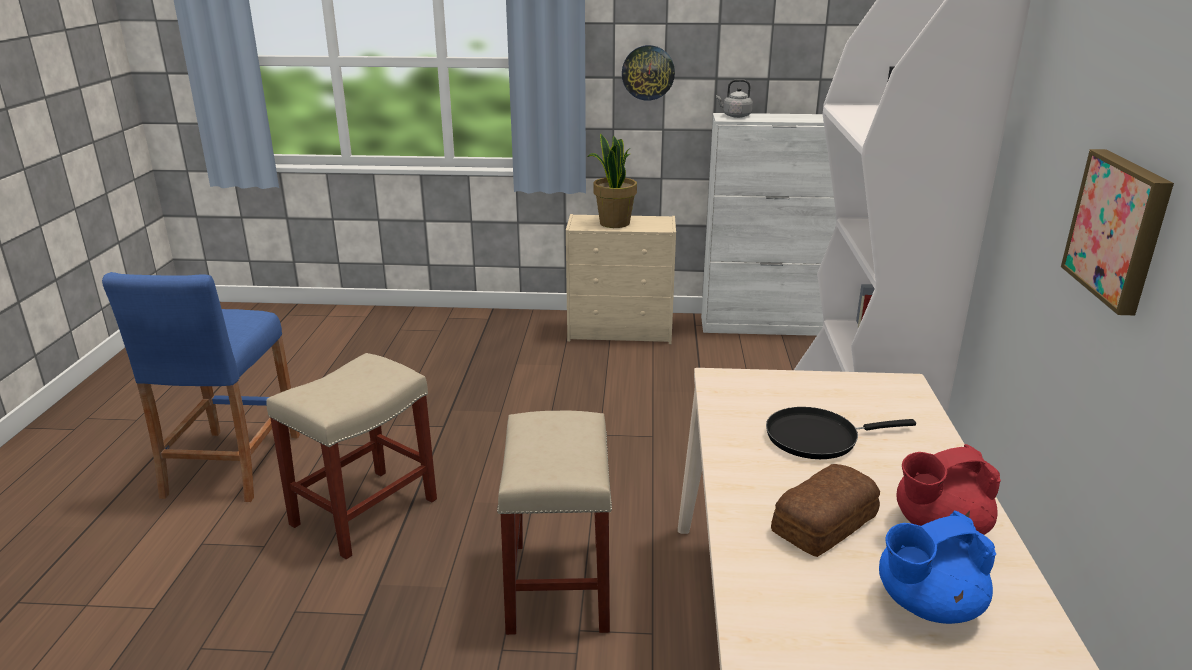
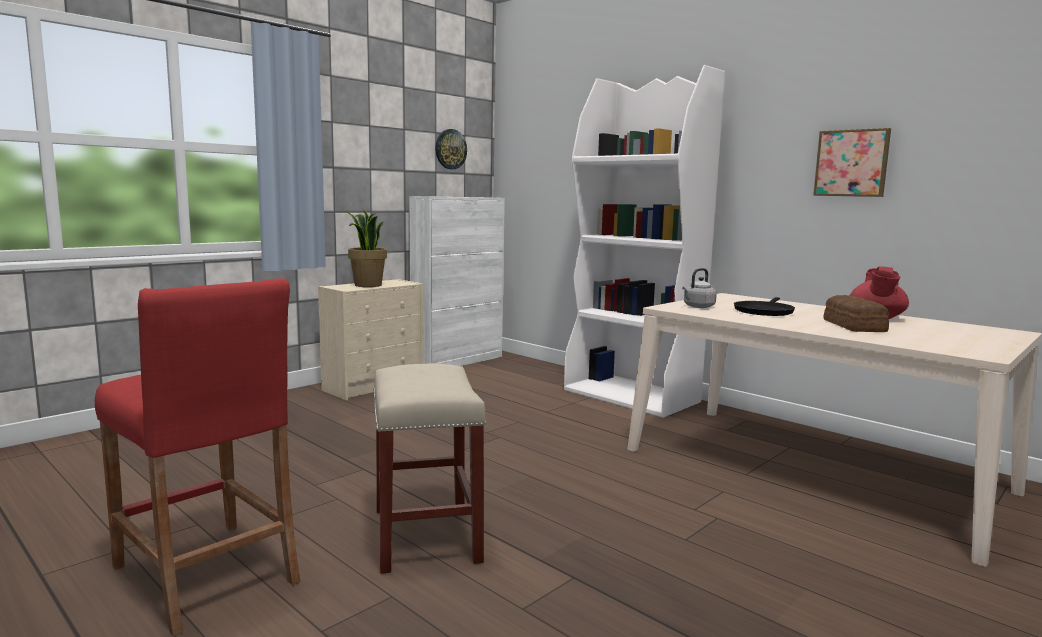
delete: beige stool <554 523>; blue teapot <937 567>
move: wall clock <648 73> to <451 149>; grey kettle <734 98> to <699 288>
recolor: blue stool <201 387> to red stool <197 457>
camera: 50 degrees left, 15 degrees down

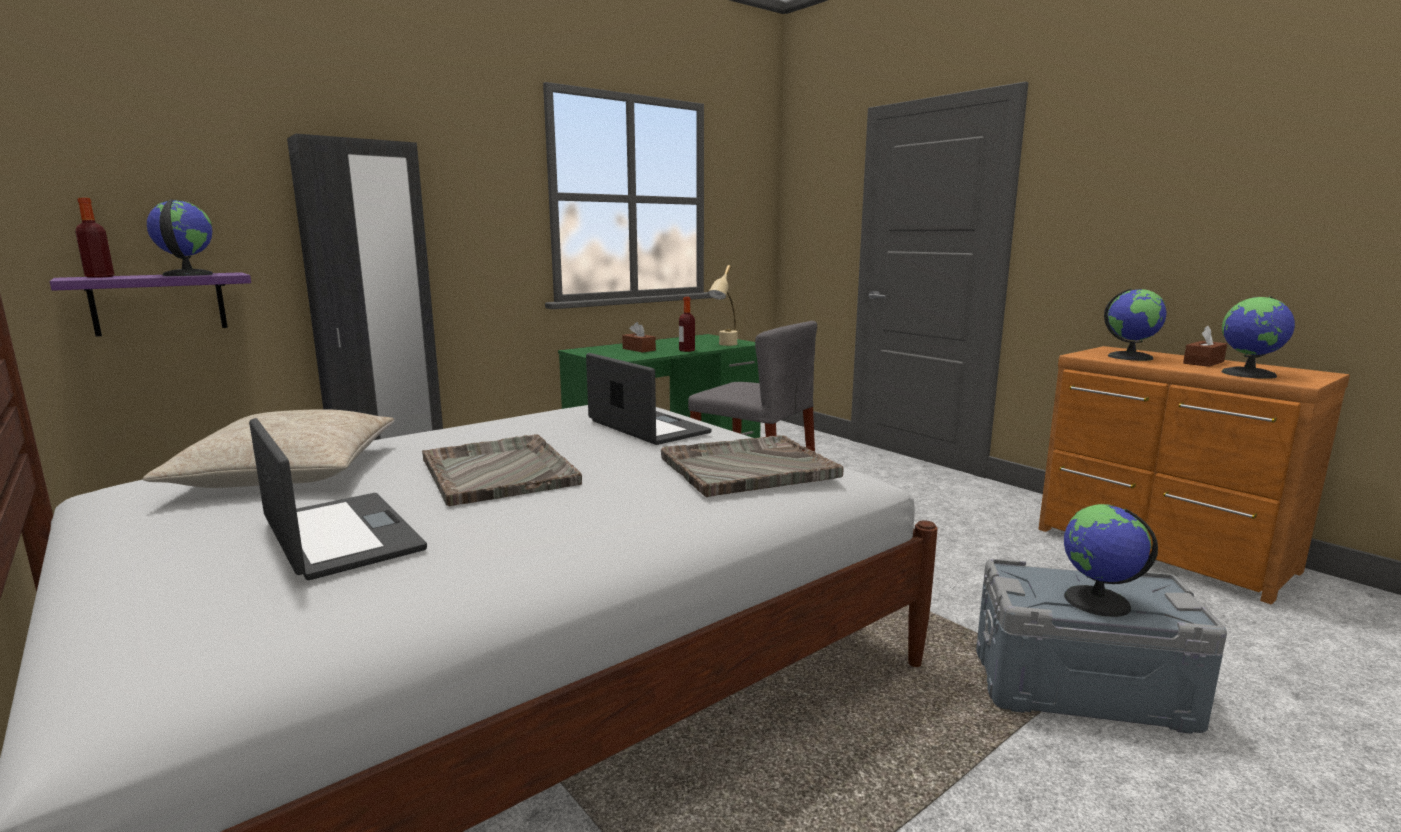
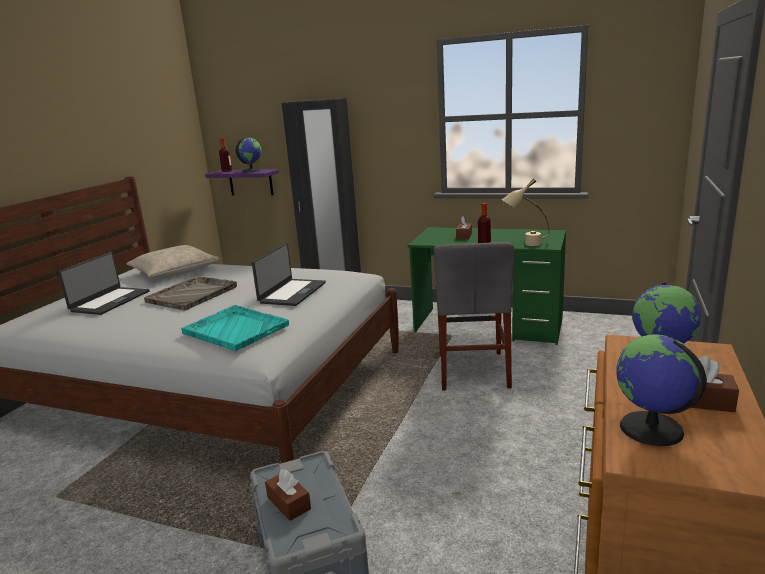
replace: globe <1111 560> to brown tissue box <288 495>
recolor: grey tray <752 466> to turquoise tray <235 328>
camera: 60 degrees right, 5 degrees up

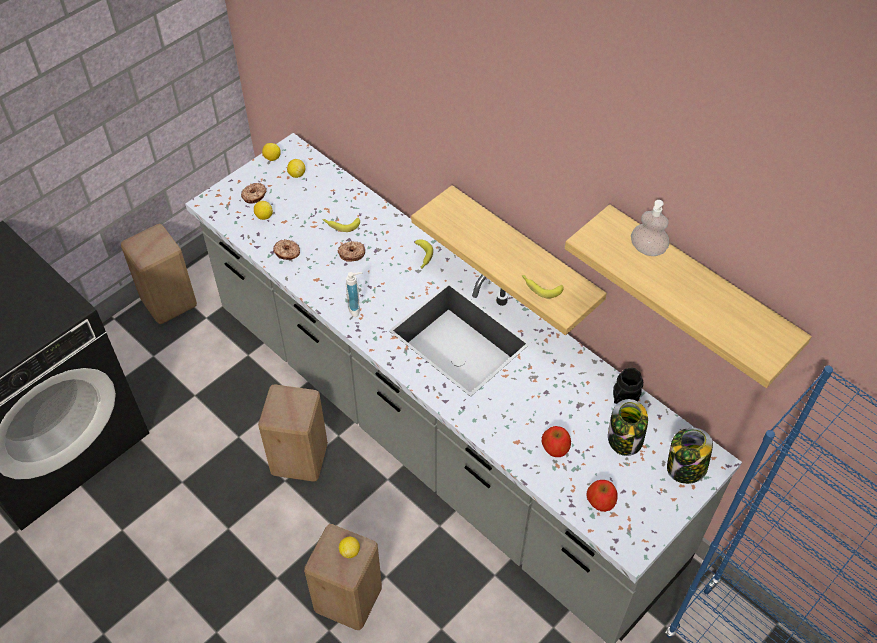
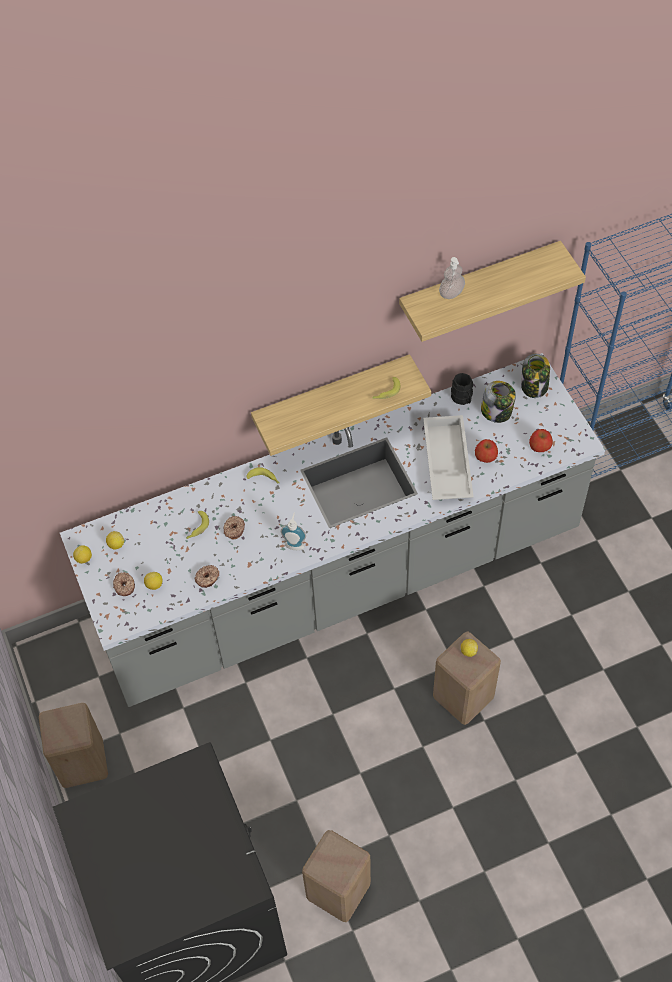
insert: white tray <448 457>
move: beige stool <293 433> to <336 876>
camera: 65 degrees left, 5 degrees up

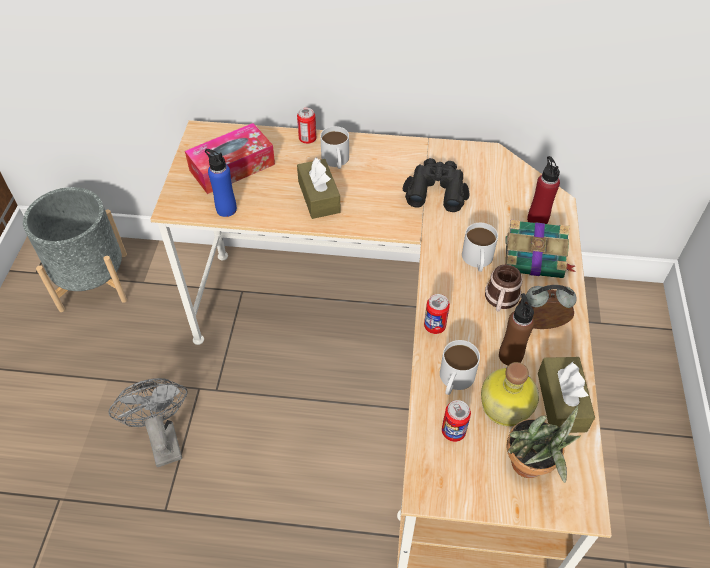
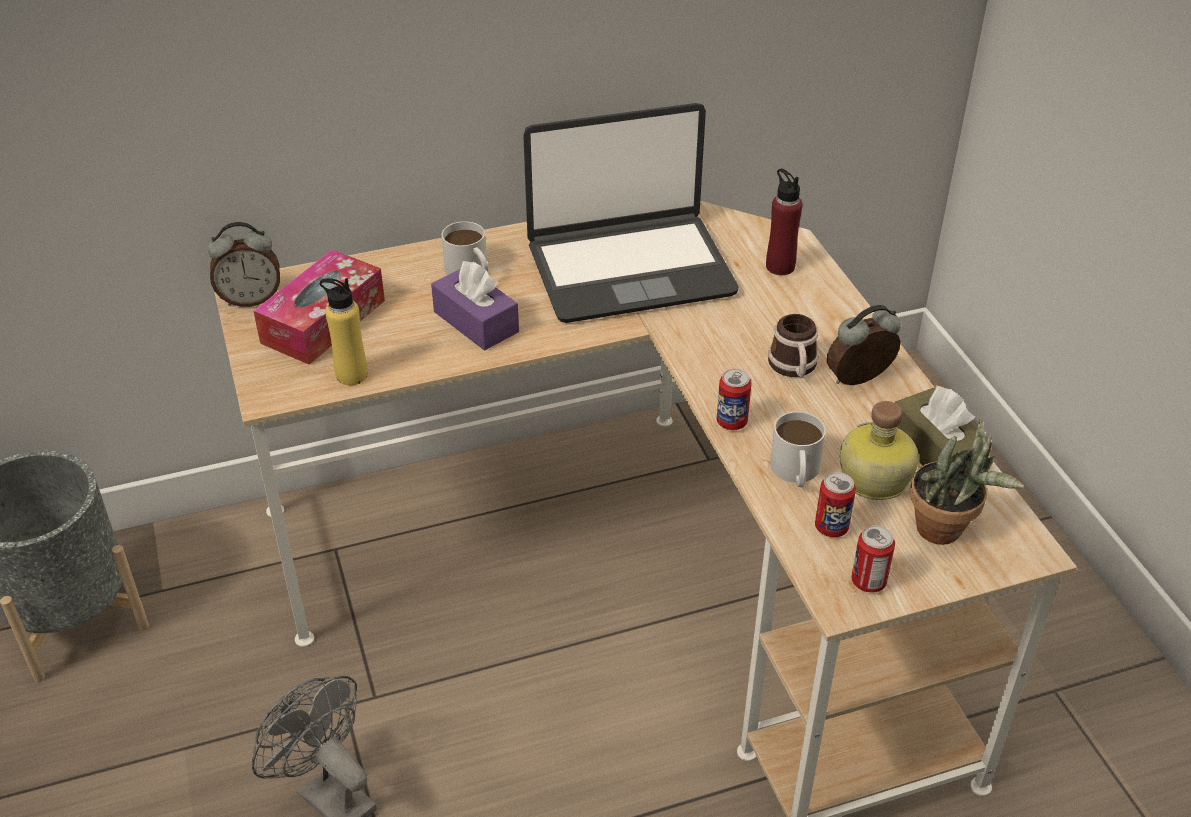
delete: white mug <480 247>; brown bottle <517 329>; book <540 249>
insert: alarm clock <244 264>
move: can <306 126> to <873 559>
replace: black binoculars <436 185> to laptop <630 213>
recolor: blue bottle <221 183> to yellow bottle <344 331>; brown tissue box <319 188> to purple tissue box <475 305>
camera: 25 degrees left, 10 degrees down

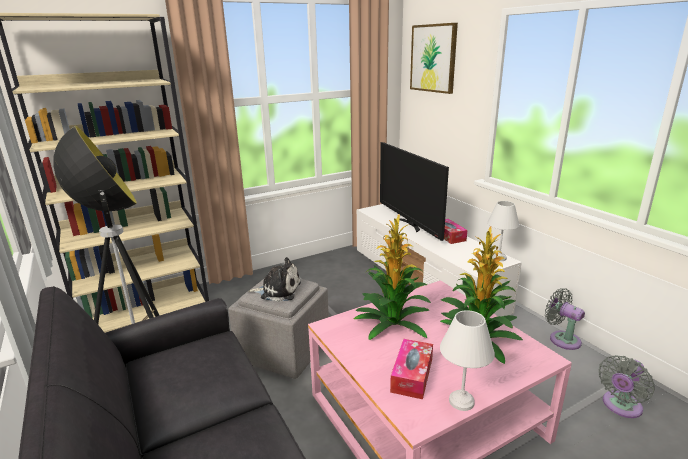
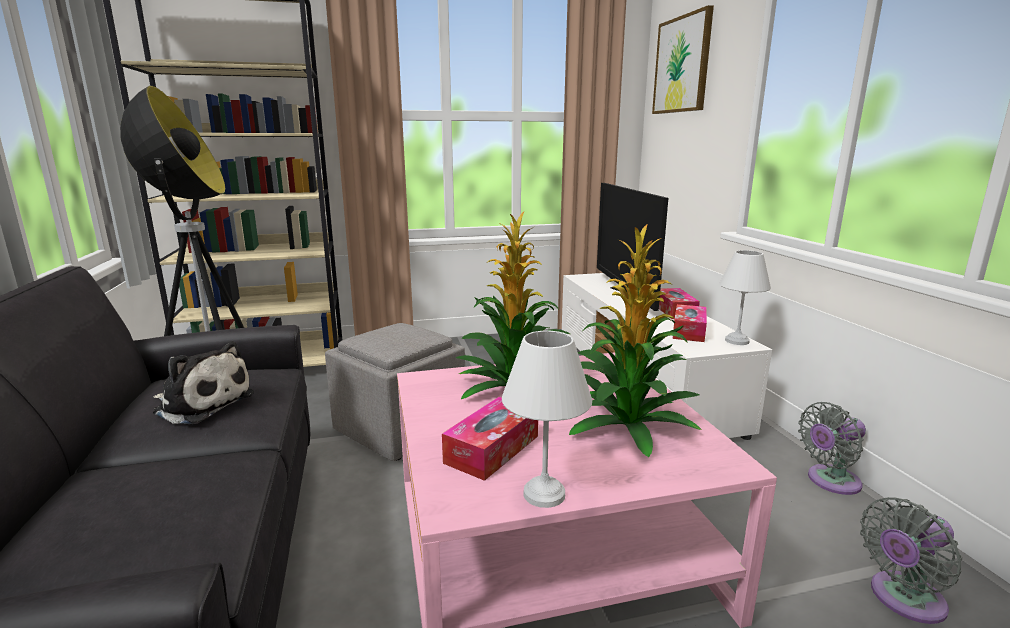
insert: tissue box <690 323>
move: plush toy <274 279> to <203 382>
rotate: grey fan <565 319> = <832 448> 90 degrees counterclockwise
camera: 15 degrees right, 5 degrees down

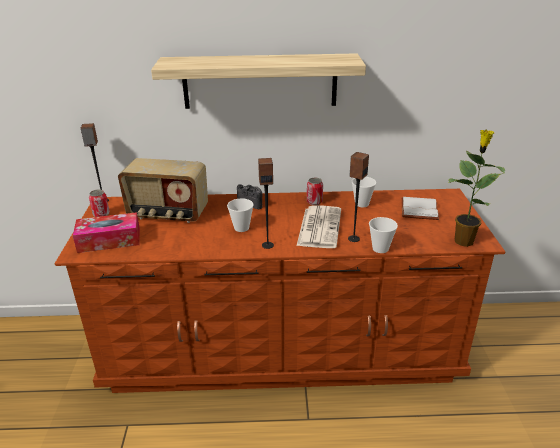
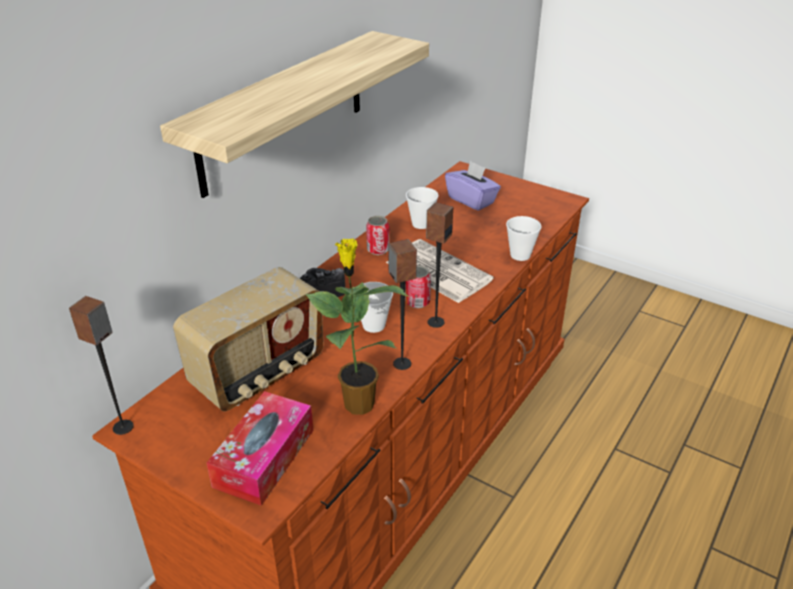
move: can <99 203> to <418 286>; speaker <358 197> to <402 304>; potted plant <477 188> to <357 327>
replace: white book <420 208> to purple tissue box <473 186>
camera: 55 degrees left, 5 degrees up

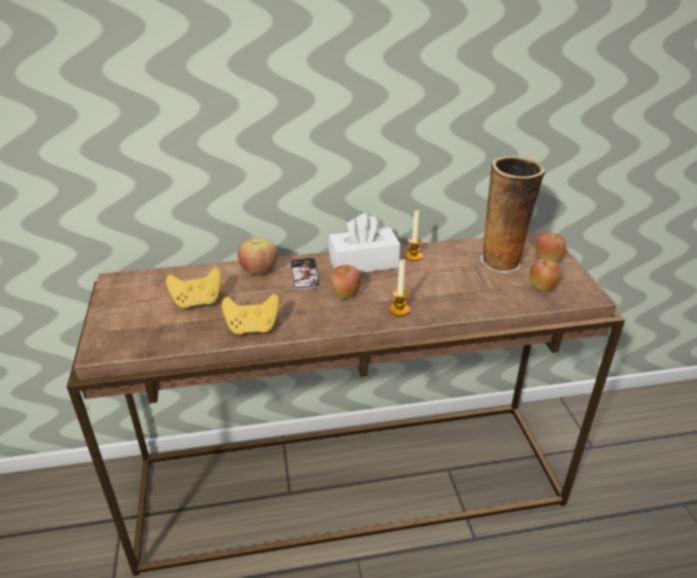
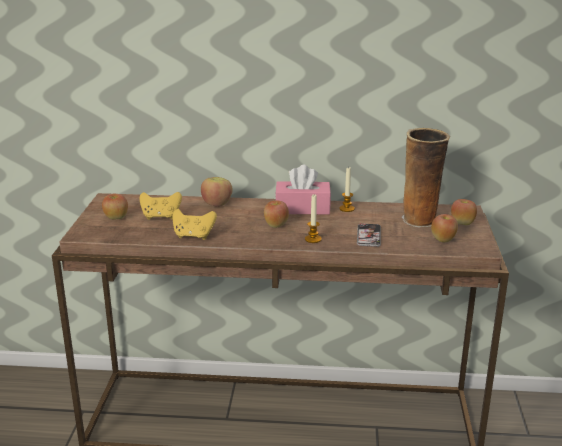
insert: apple <115 207>
move: phone <305 274> to <369 235>
recolor: white tissue box <364 243> to pink tissue box <303 190>
camera: 15 degrees right, 10 degrees down

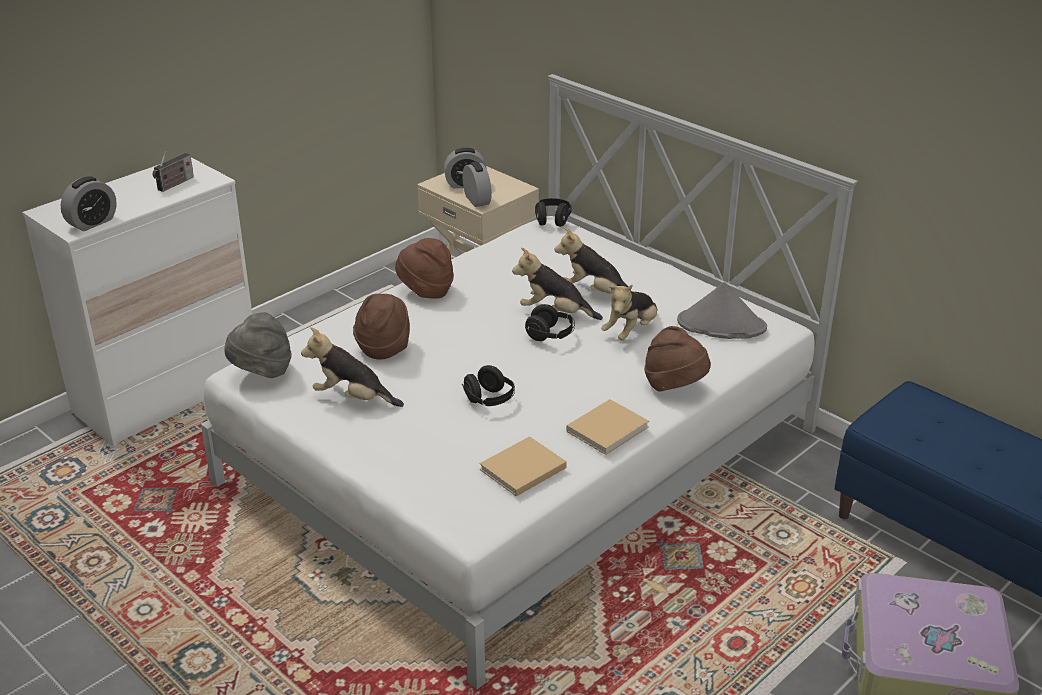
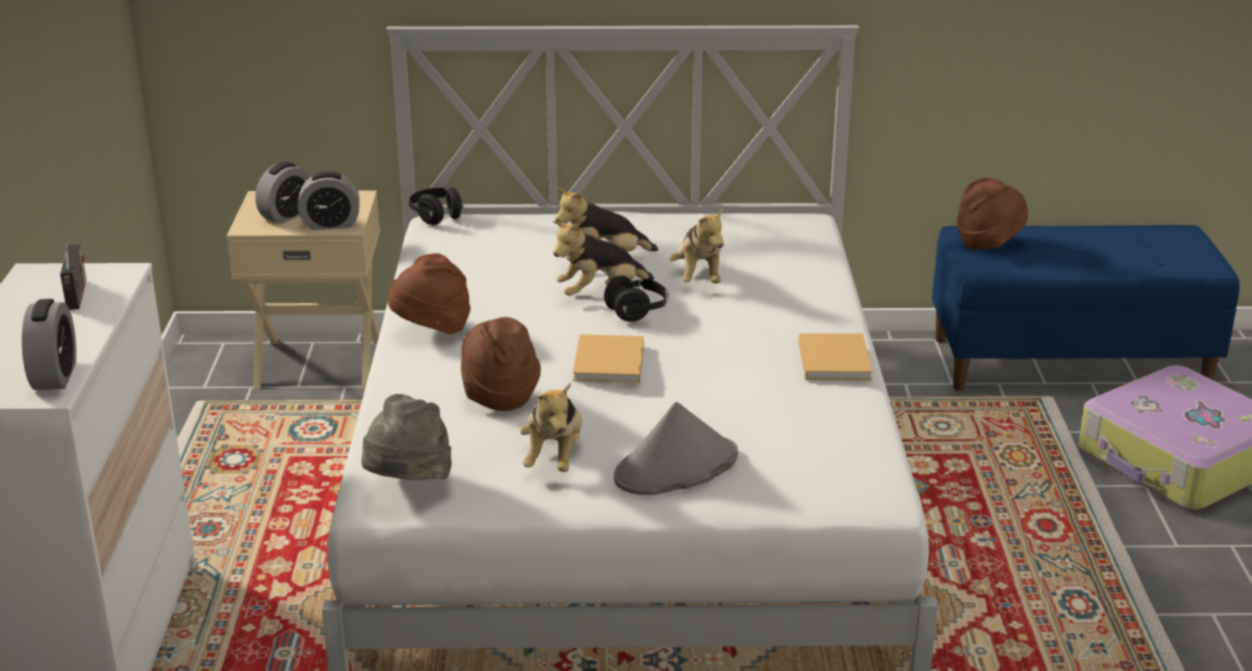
delete: black headphones <488 385>
move: beige book <523 466> to <608 358>; brown hat <677 359> to <992 214>; grey hat <722 310> to <676 448>
rotate: plush toy <352 367> = <551 427> 60 degrees counterclockwise; alarm clock <477 184> = <329 200> 150 degrees clockwise
camera: 45 degrees left, 5 degrees down

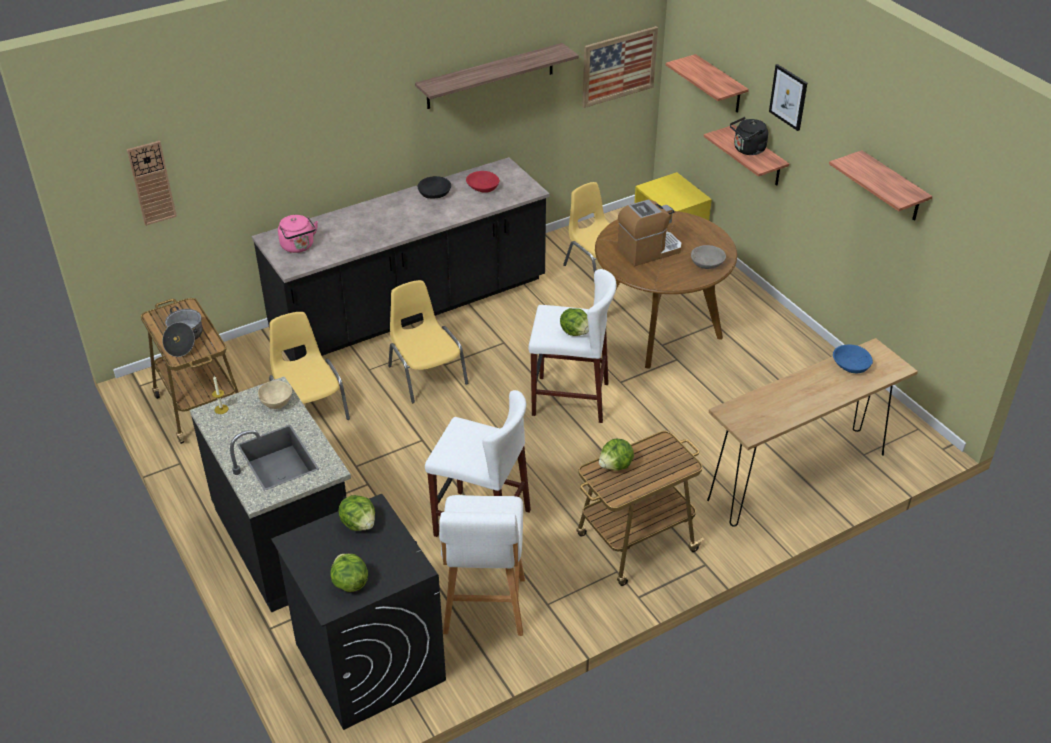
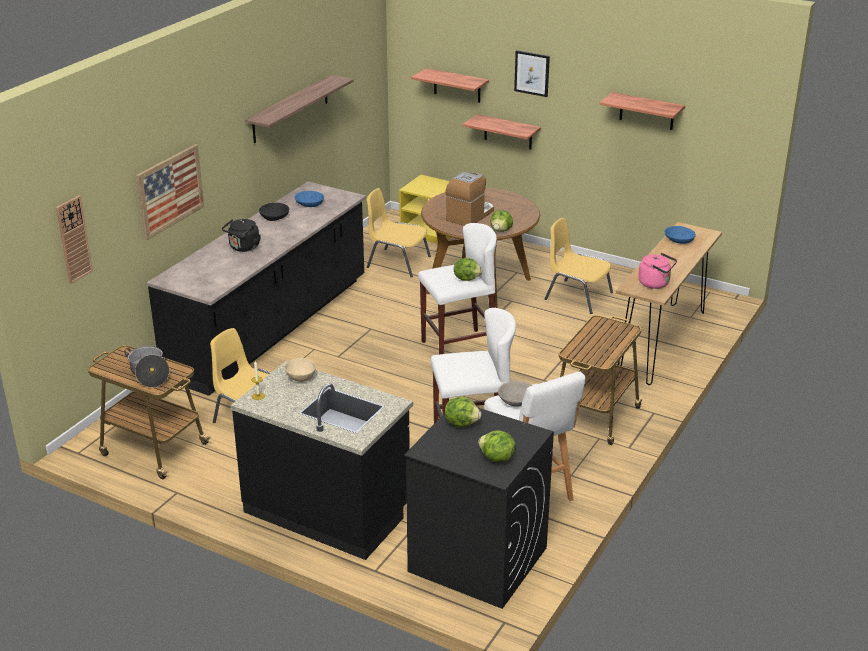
move: pink kettle <298 234> to <657 271>; yellow chair <428 341> to <579 266>; picture <620 67> to <170 192>; lettuce <616 455> to <502 221>; grey bowl <708 257> to <515 393>; black kettle <749 136> to <241 235>
recolor: red bowl <483 182> to blue bowl <309 199>
camera: 30 degrees left, 10 degrees down

